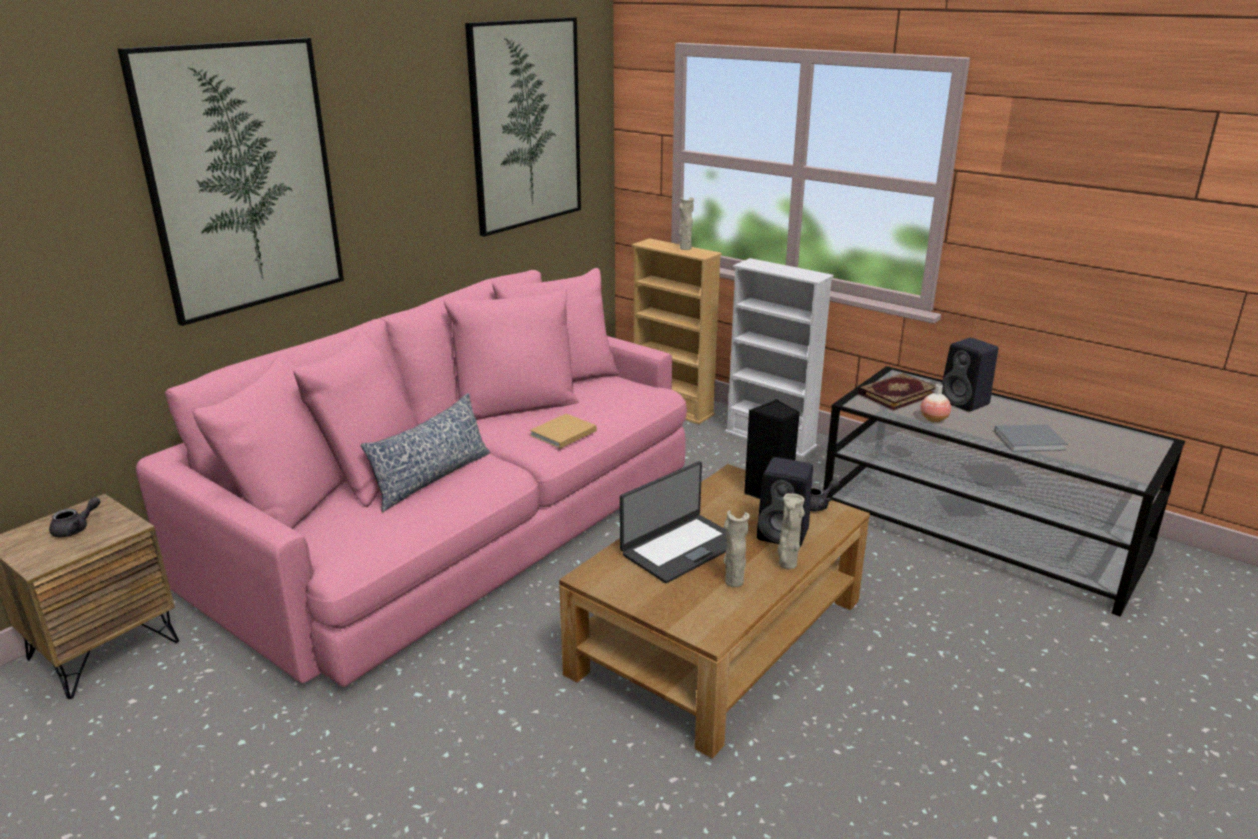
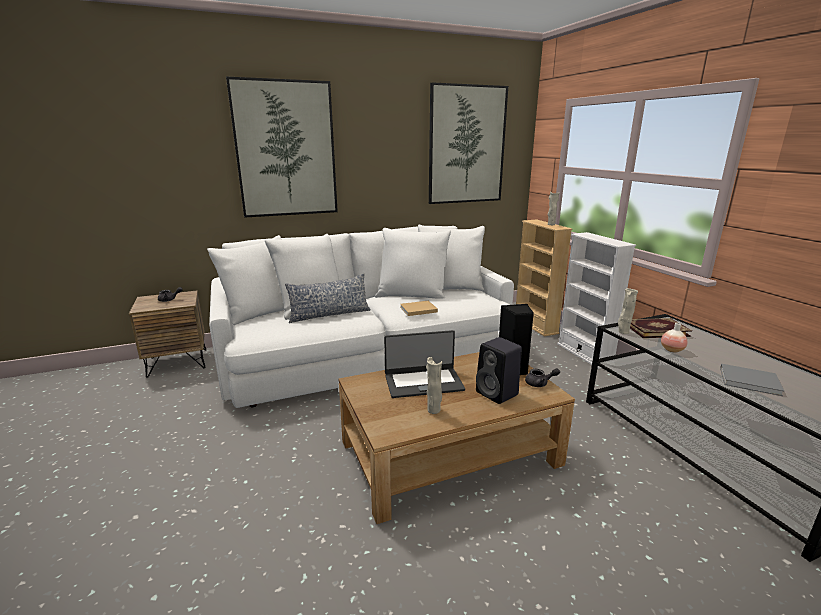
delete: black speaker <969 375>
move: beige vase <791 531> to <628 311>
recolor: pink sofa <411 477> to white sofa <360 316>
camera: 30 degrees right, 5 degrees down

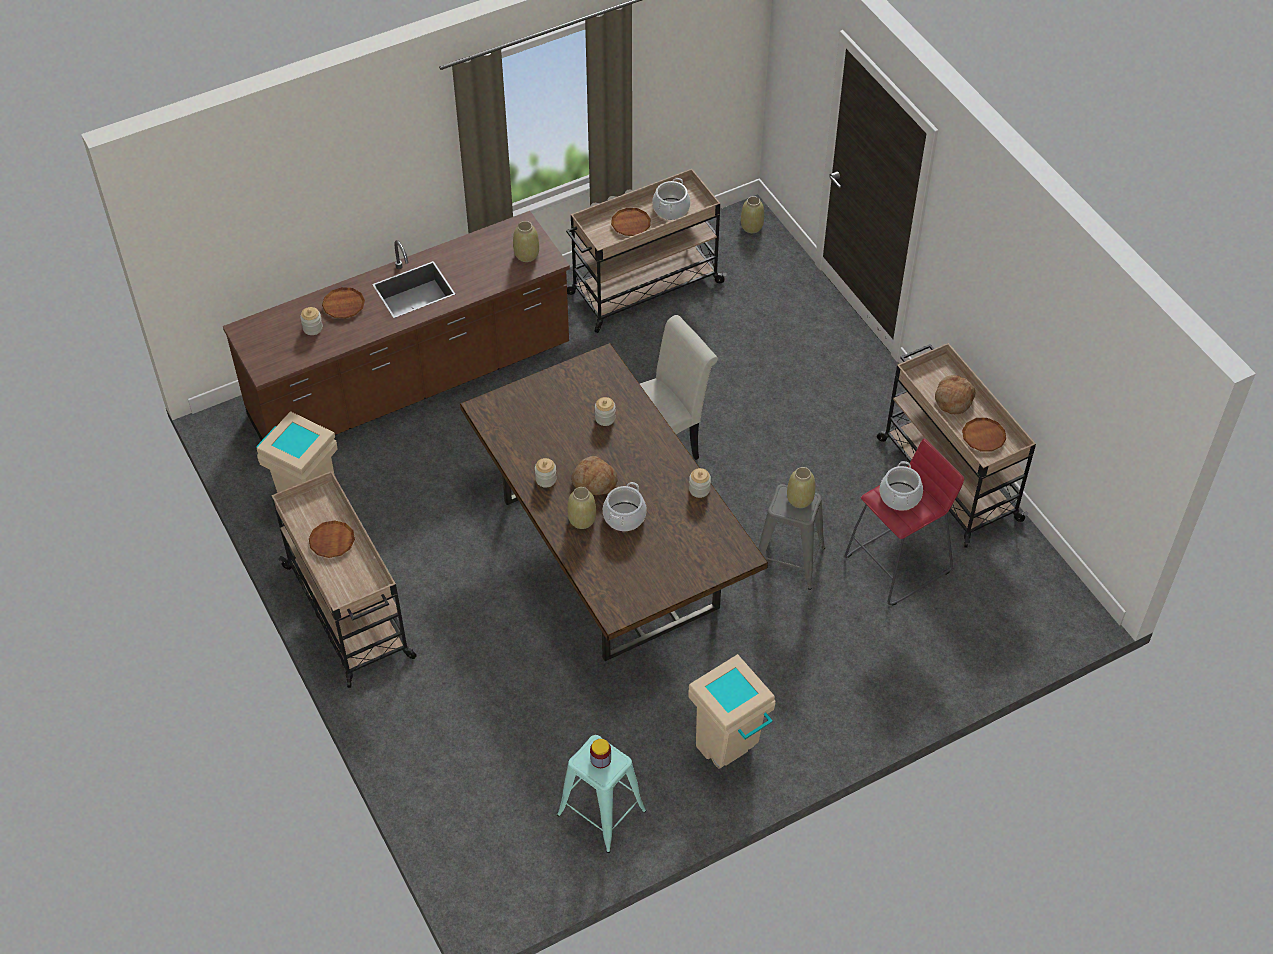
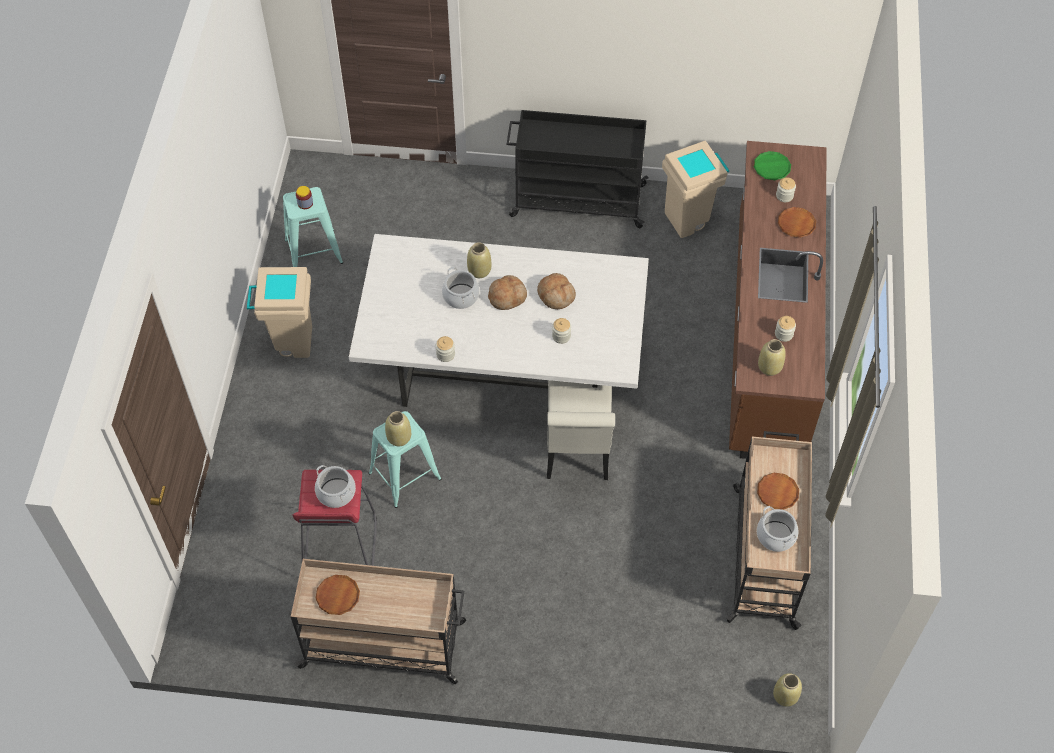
delete: brown plate <332 539>
insert: green plate <772 165>
move: jar <546 473> to <785 329>; bread <955 394> to <556 291>
recolor: beige cart <343 579> to black cart <578 169>; brown dining table <614 502> to white dining table <499 320>; grey stool <791 537> to turquoise stool <404 459>
camera: 125 degrees right, 5 degrees up

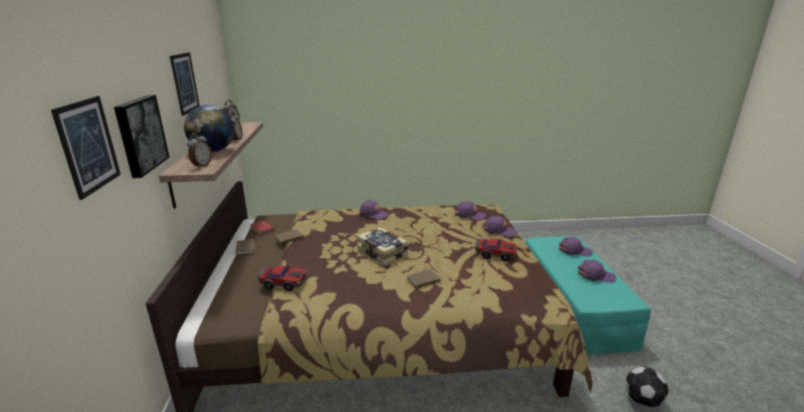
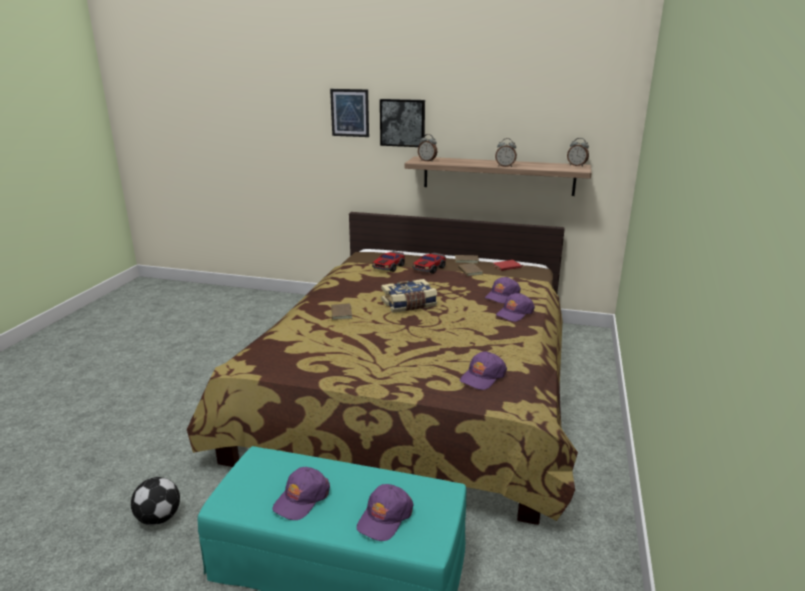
delete: picture <185 84>; globe <209 128>
move: toy car <496 250> to <429 263>; purple cap <500 226> to <503 290>
camera: 110 degrees right, 0 degrees up

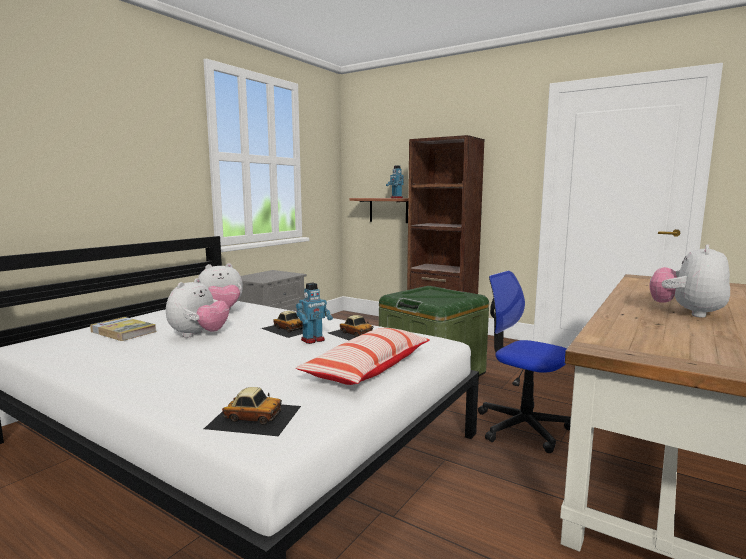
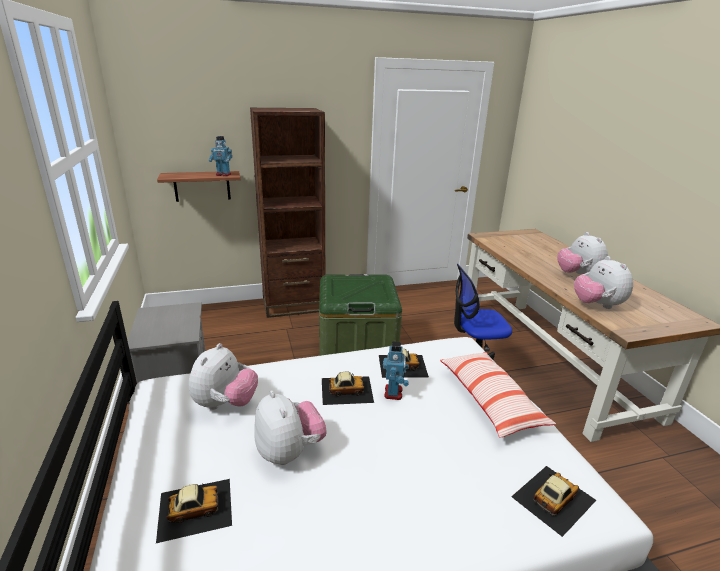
insert: plush toy <603 282>
replace: book <123 329> to toy car <194 511>
camera: 50 degrees left, 15 degrees up

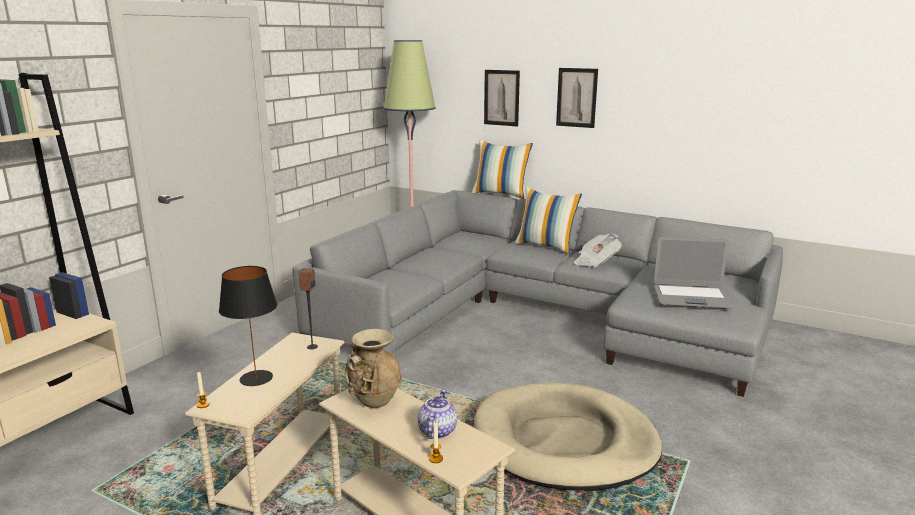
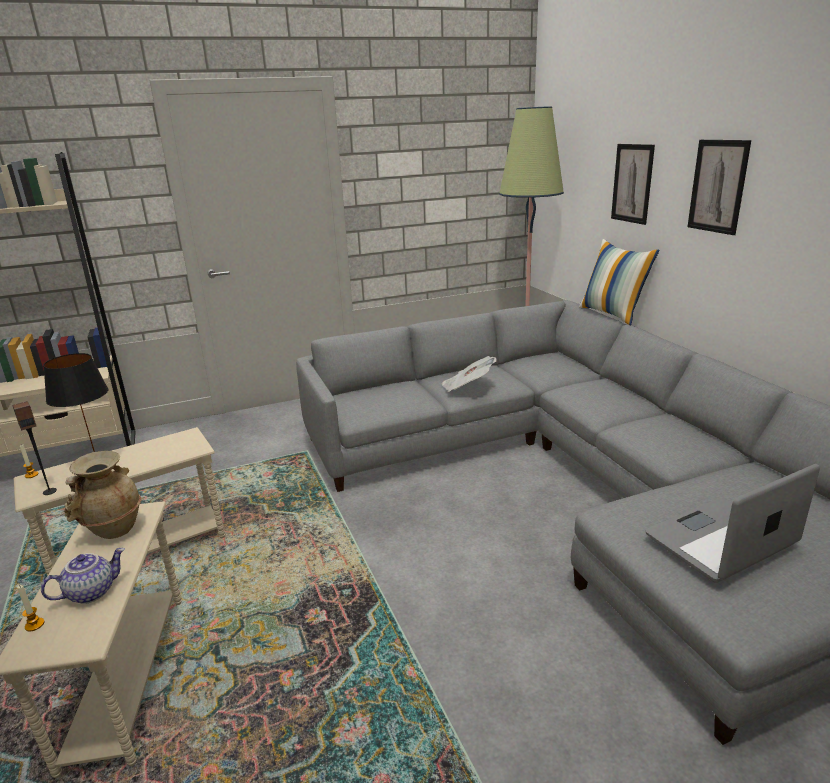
delete: beige dog bed <568 436>; pillow <548 220>
move: speaker <308 308> to <34 448>; newspaper <598 250> to <469 374>
rotate: laptop <694 272> = <732 523> 105 degrees clockwise
camera: 40 degrees right, 5 degrees up

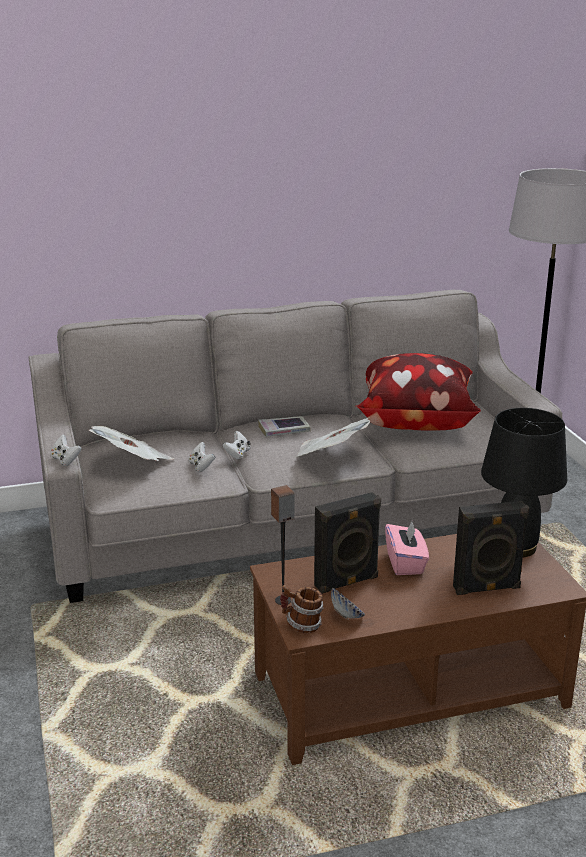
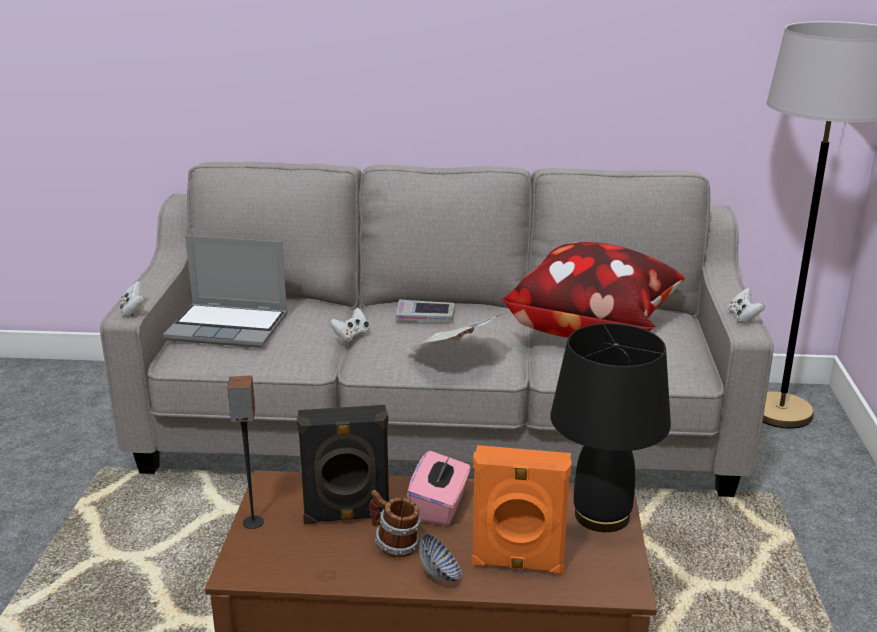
move: white game controller <202 457> to <746 305>; mug <302 609> to <395 523>; bowl <348 604> to <440 557>
replace: newspaper <131 443> to laptop <225 291>
recolor: black speaker <491 548> to orange speaker <521 509>
camera: 20 degrees right, 0 degrees up

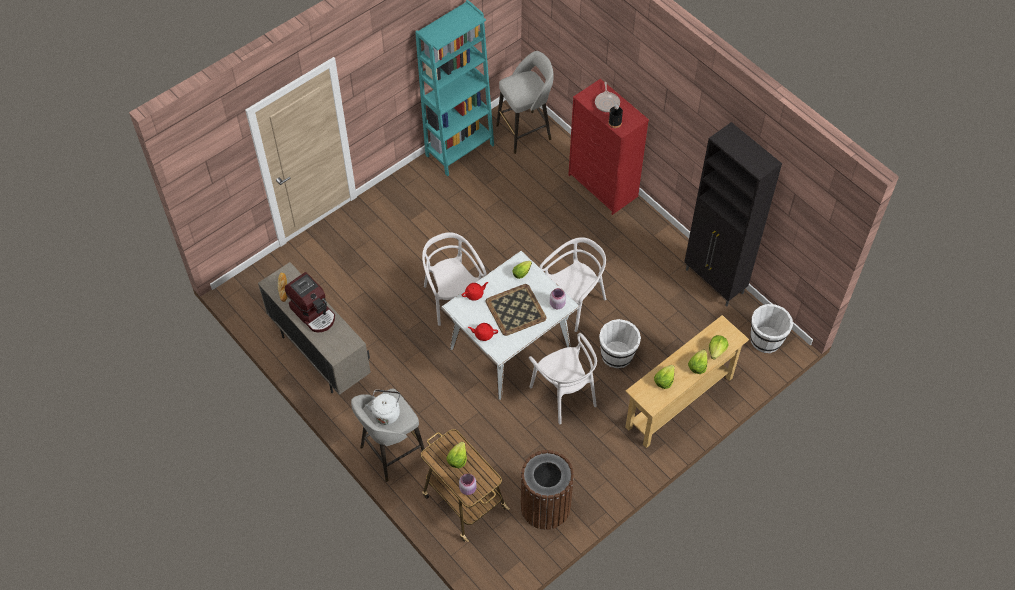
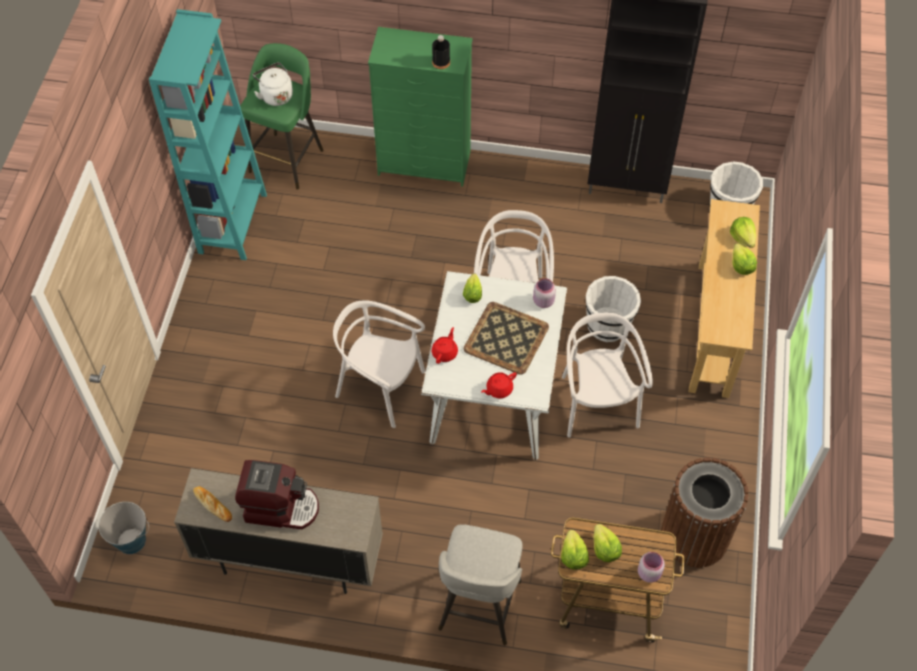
delete: frying pan <607 97>
insert: bucket <123 528>
move: white kettle <382 407> to <273 84>; lettuce <664 377> to <575 549>
recolor: grey stool <525 102> to green stool <282 116>; red dresser <609 147> to green dresser <420 107>
rotate: white chair <563 378> = <607 375> 120 degrees counterclockwise
camera: 40 degrees left, 0 degrees up

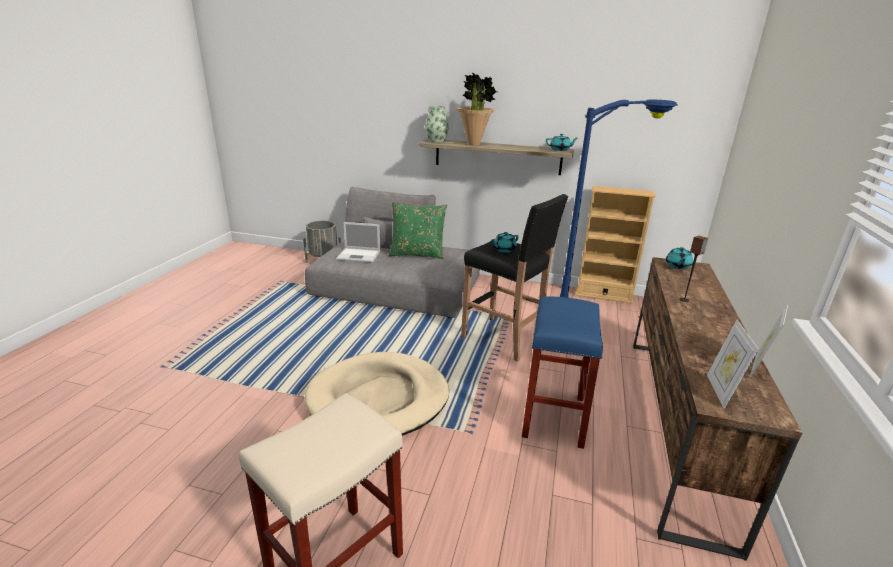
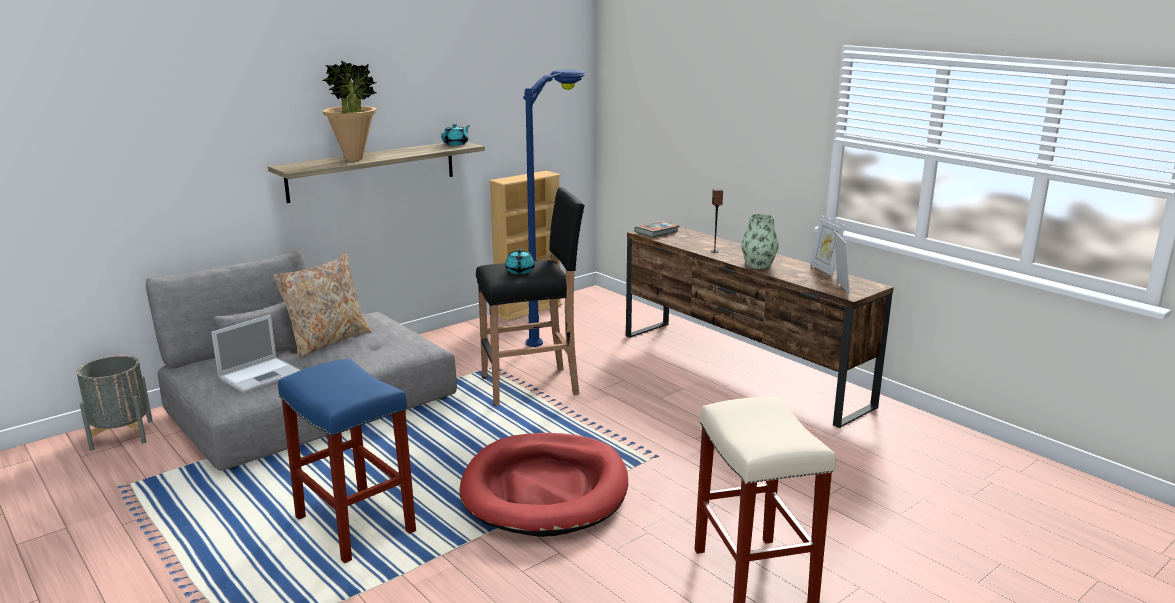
move: vase <437 124> to <760 241>; blue stool <562 373> to <347 461>
replace: turquoise teapot <679 258> to book <656 229>
recolor: beige dog bed <377 394> to red dog bed <543 485>; green pillow <418 230> to beige pillow <322 306>
rotate: picture frame <733 364> = <842 263> 135 degrees counterclockwise
camera: 55 degrees left, 5 degrees down

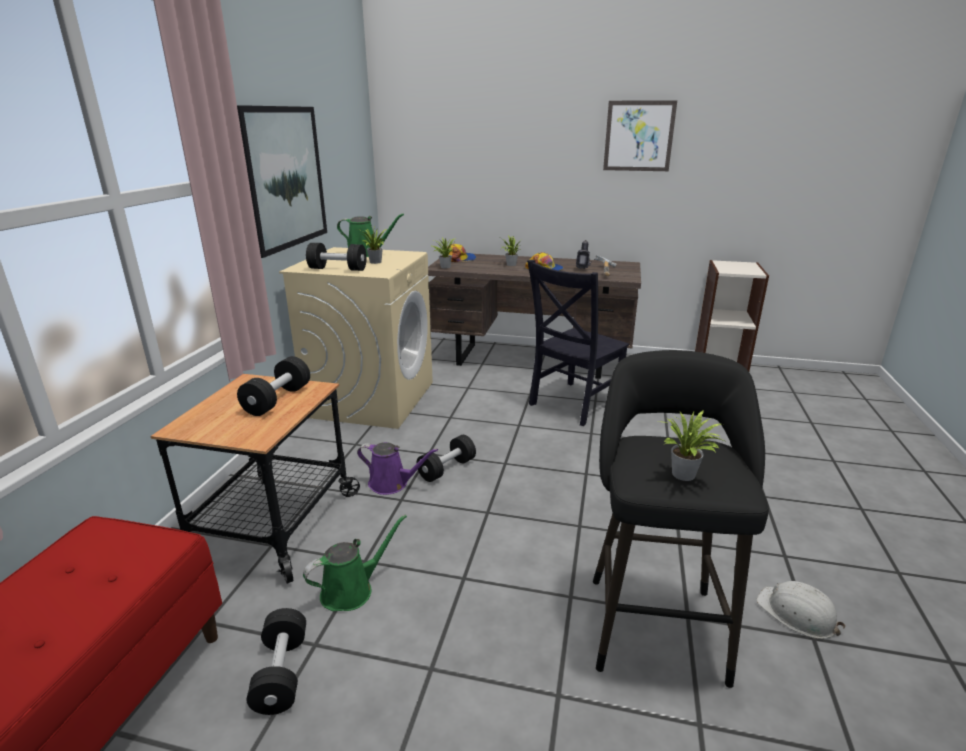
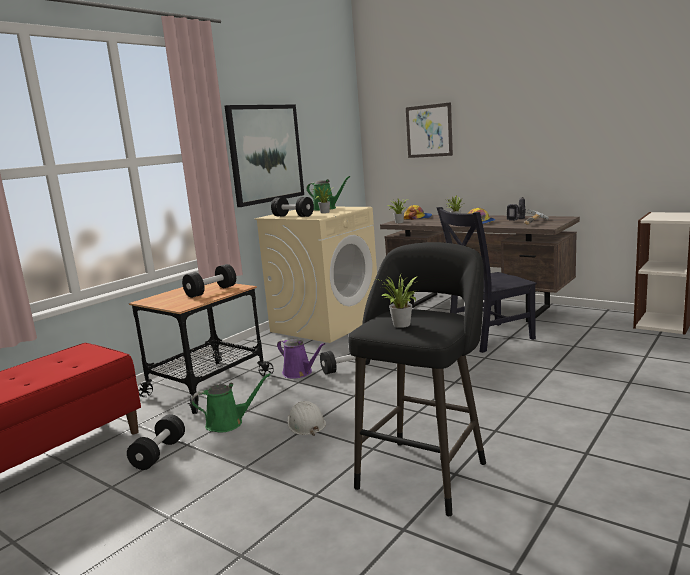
move: picture <640 135> to <429 130>; white hard hat <801 610> to <306 418>
camera: 25 degrees right, 10 degrees down

